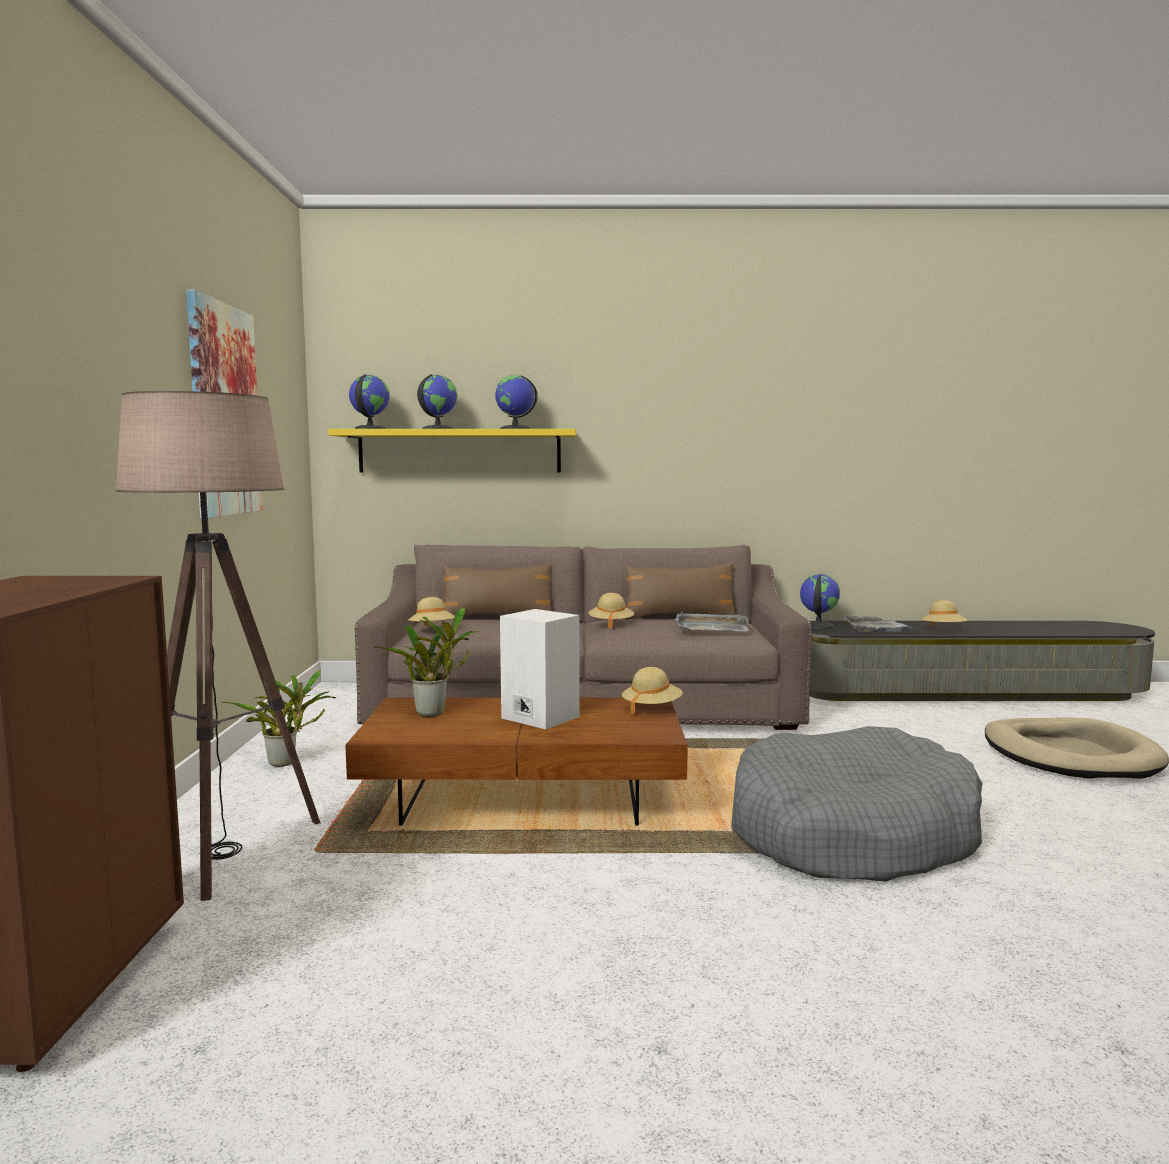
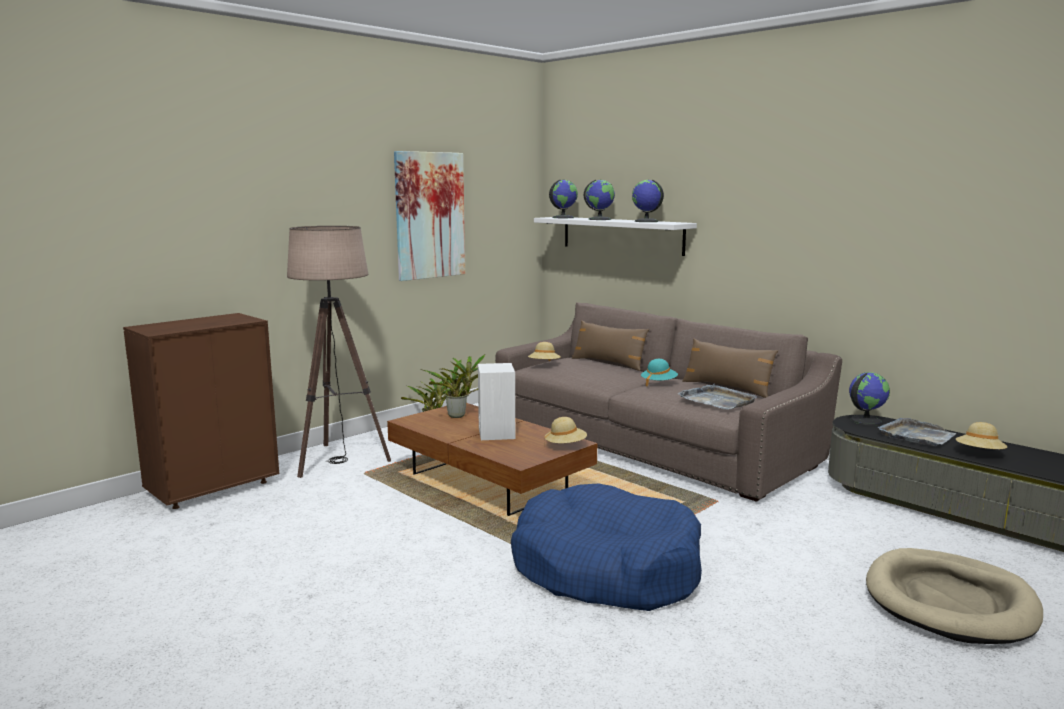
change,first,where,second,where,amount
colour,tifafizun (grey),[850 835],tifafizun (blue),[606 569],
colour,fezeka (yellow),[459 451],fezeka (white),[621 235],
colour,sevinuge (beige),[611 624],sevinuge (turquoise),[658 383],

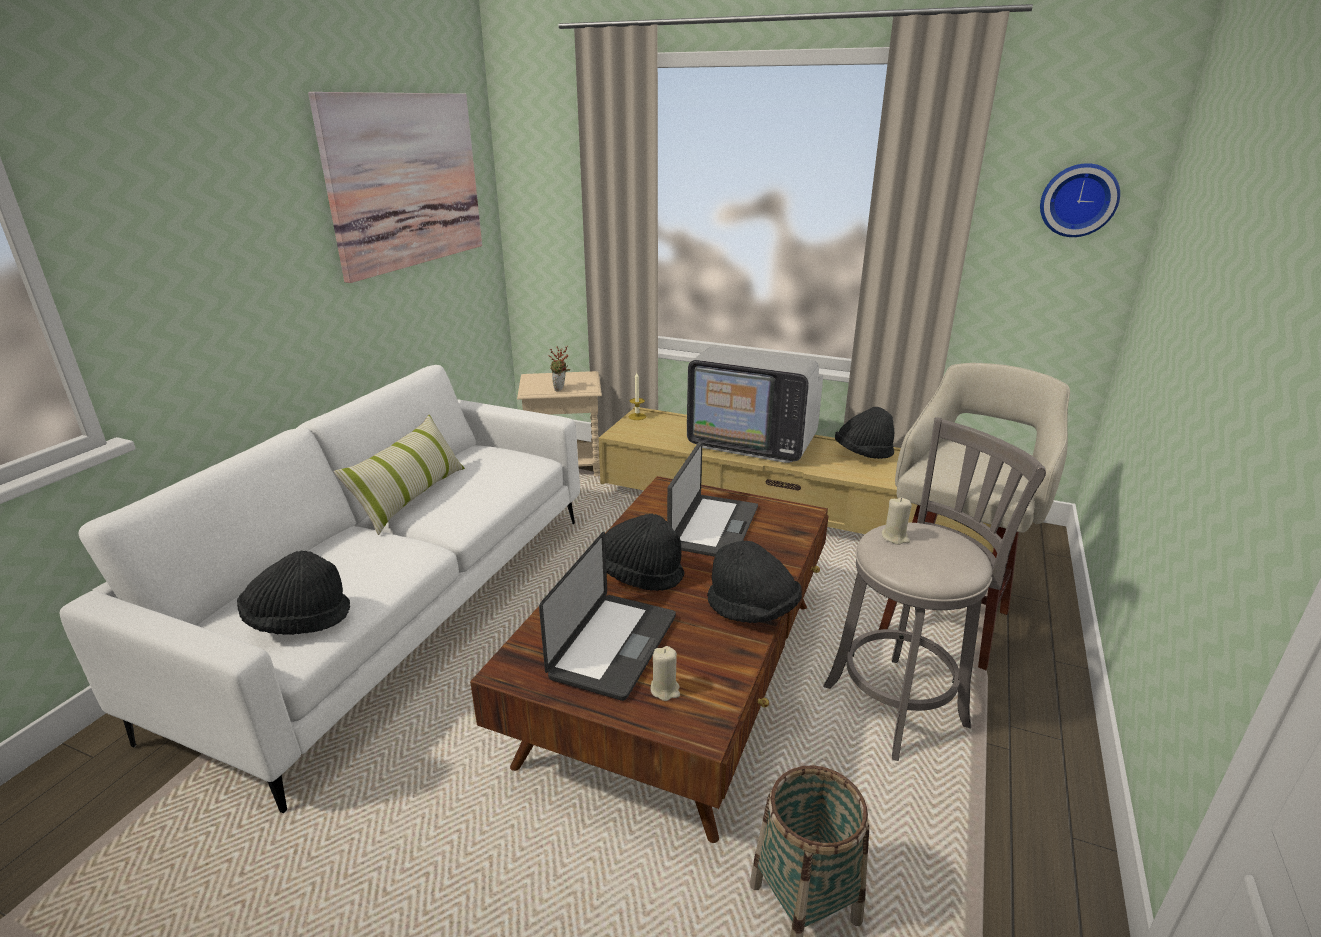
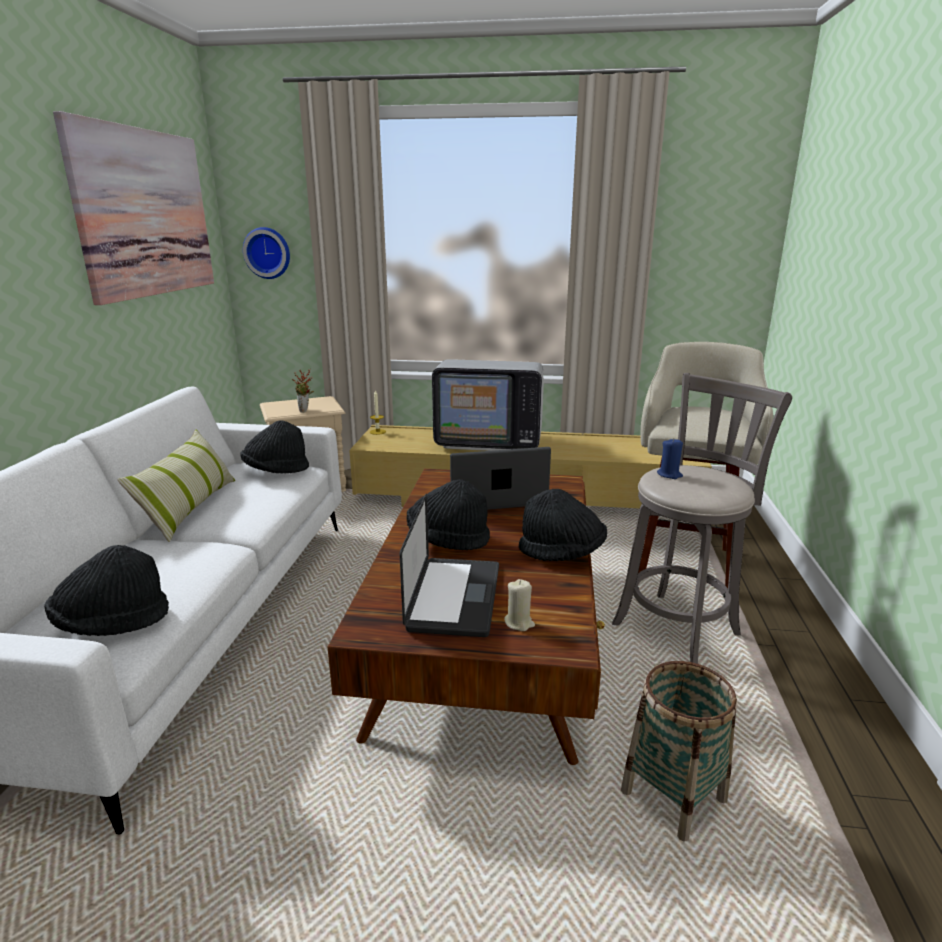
change,first,where,second,where,amount
relocated,sevinuge (black),[863 454],,[276 471],
relocated,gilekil,[1078 200],,[268 253],
spun,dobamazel,[712 526],,[493 498],105 degrees counterclockwise
colour,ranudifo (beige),[895 537],ranudifo (blue),[669 475],

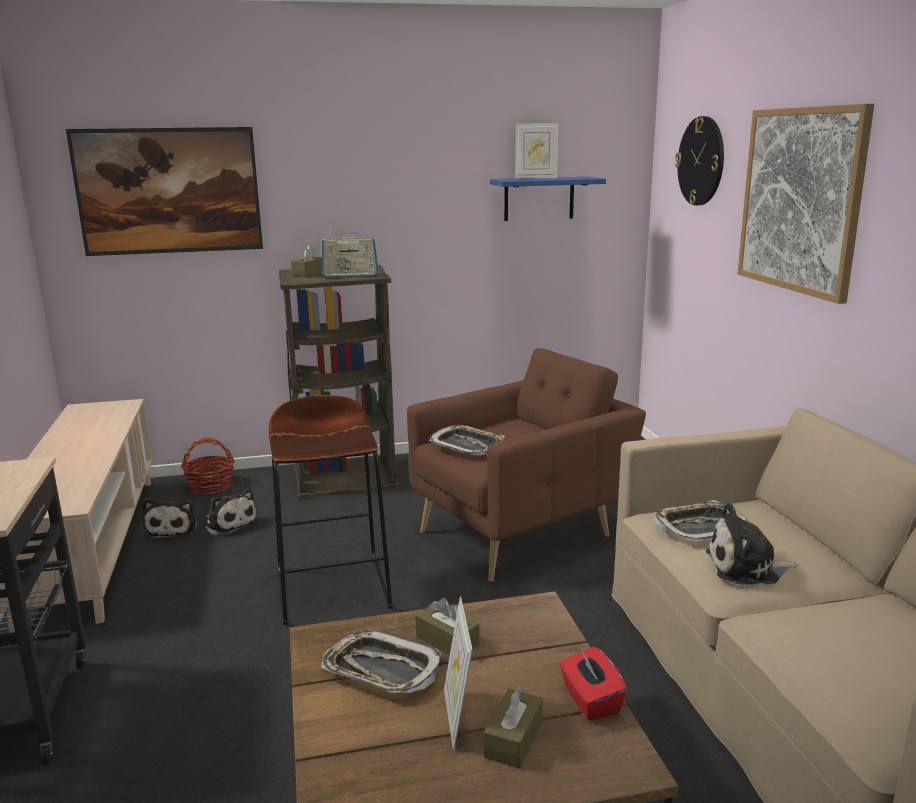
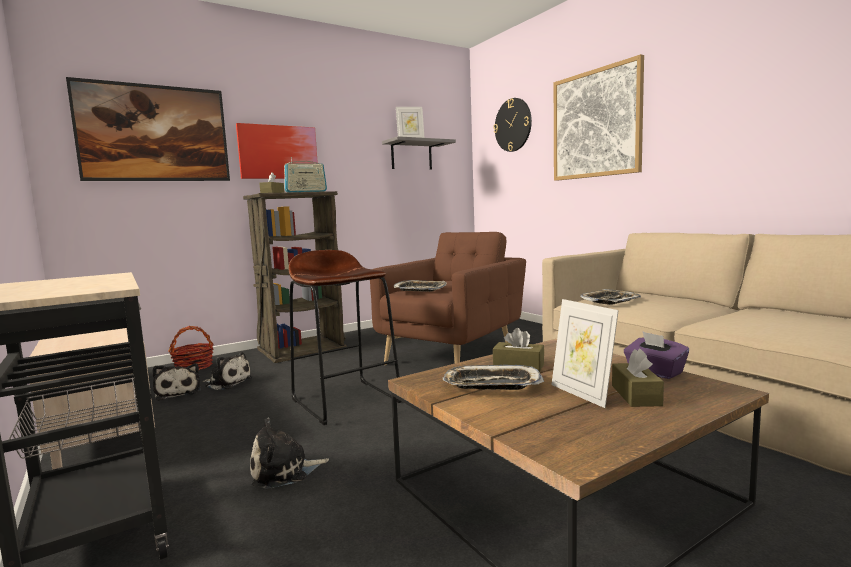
change,first,where,second,where,amount
appeared,,,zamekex,[278 152],
relocated,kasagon,[747 568],,[284 471],
colour,fezeka (blue),[539 198],fezeka (grey),[411 155],
colour,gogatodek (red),[590 701],gogatodek (purple),[654 372],

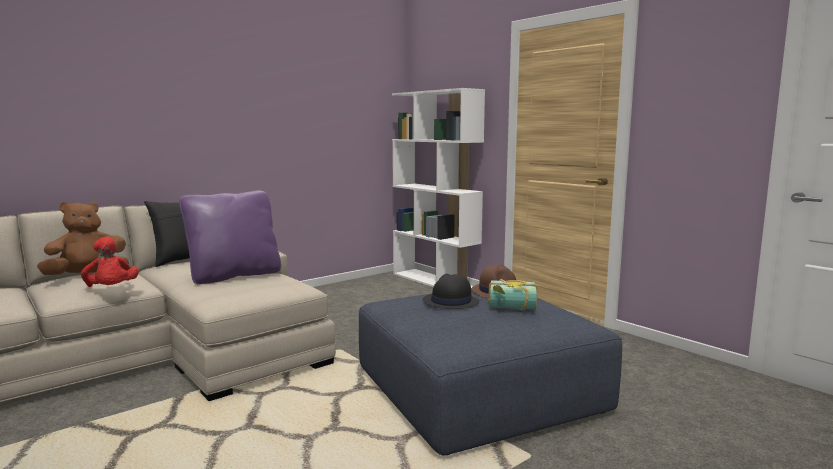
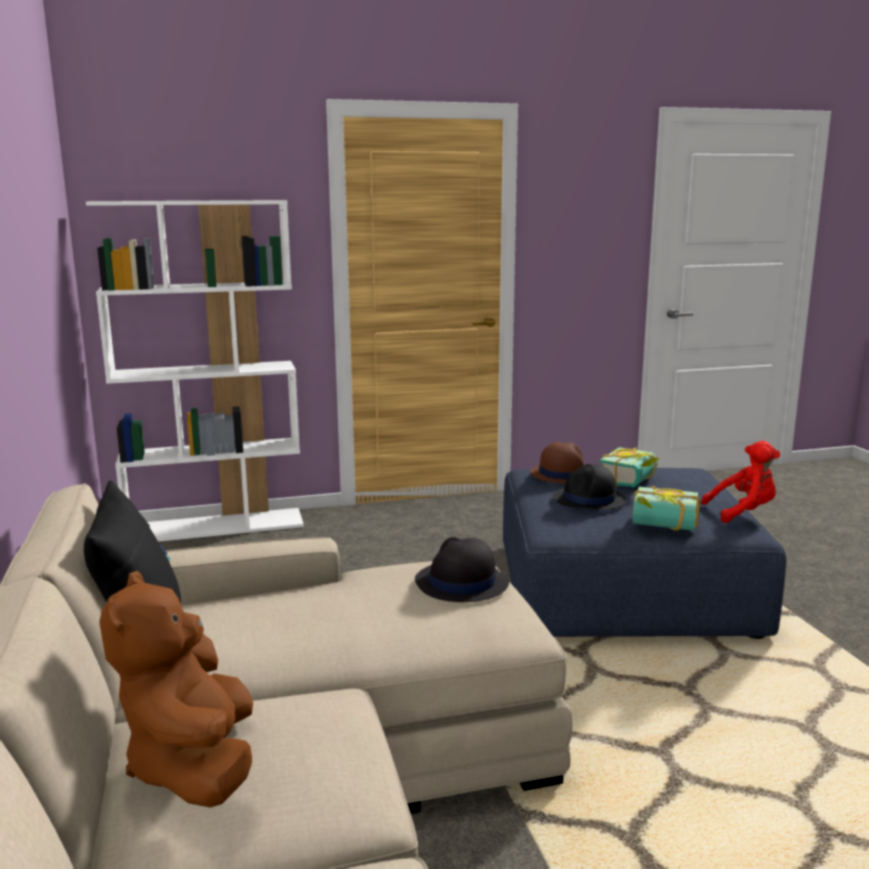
change,first,where,second,where,amount
appeared,,,sevinuge (black),[461 583],
appeared,,,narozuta,[663 527],
relocated,kasagon (red),[111 289],,[743 512],
missing,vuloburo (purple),[234 275],,,

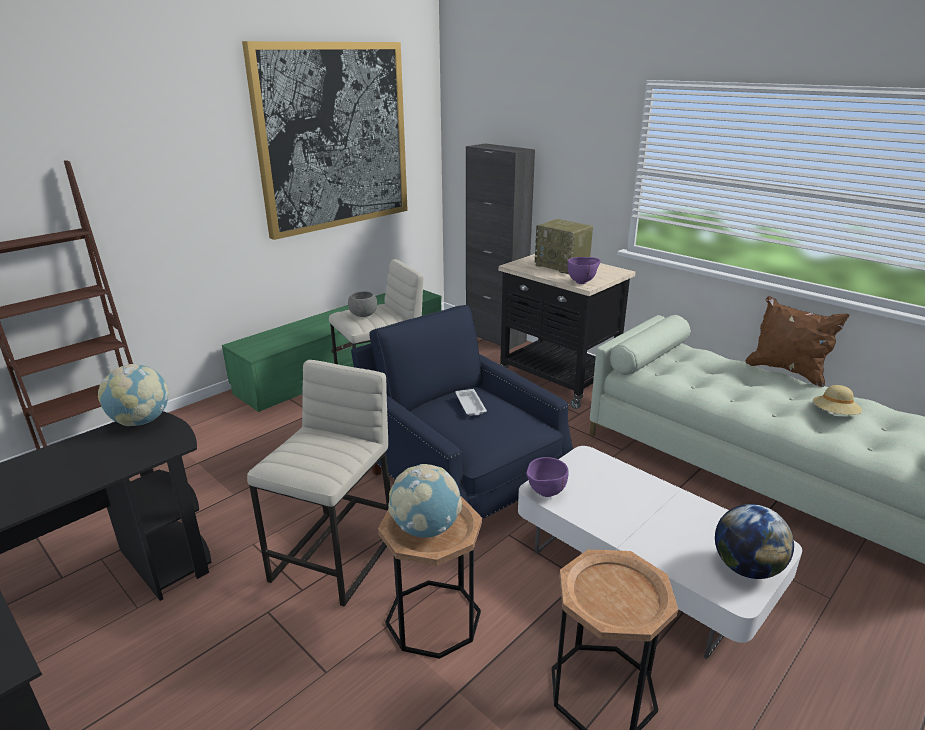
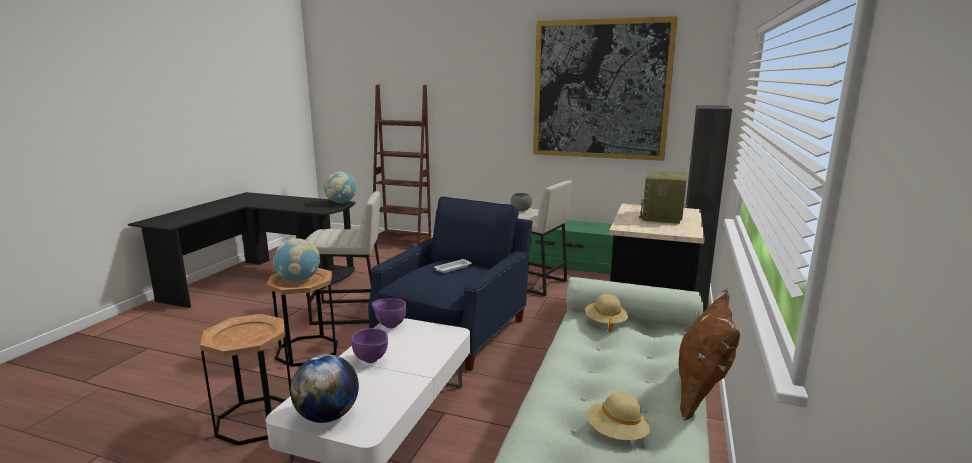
change,first,where,second,where,amount
relocated,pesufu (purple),[582 282],,[372 361],
appeared,,,sevinuge (beige),[605 322],

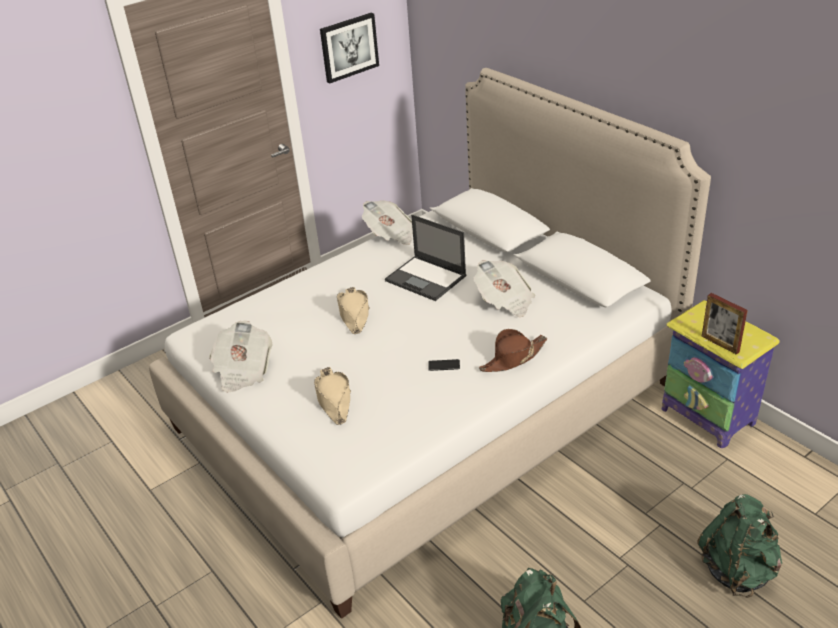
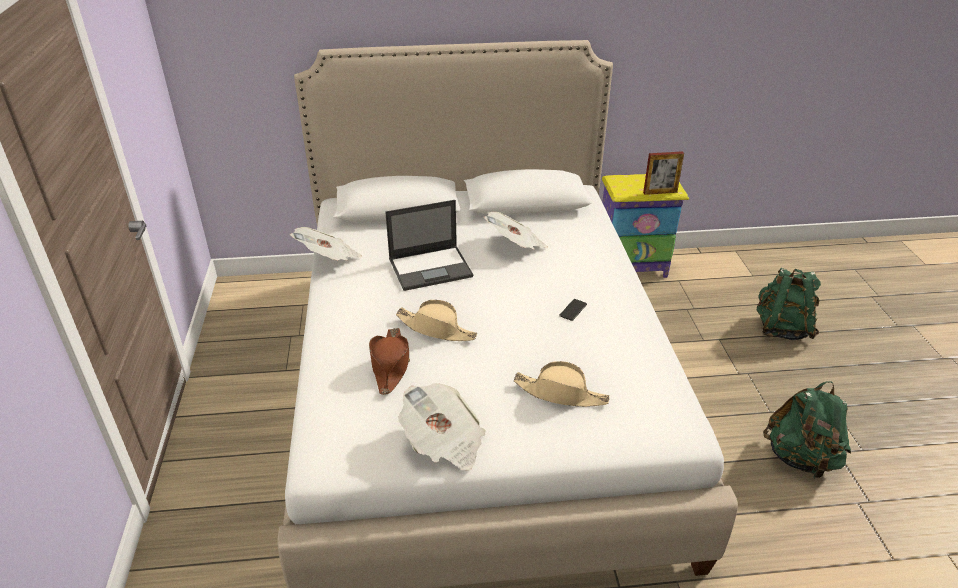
change,first,where,second,where,amount
relocated,sevinuge (brown),[513 358],,[390 365],
missing,zamekex,[349 47],,,

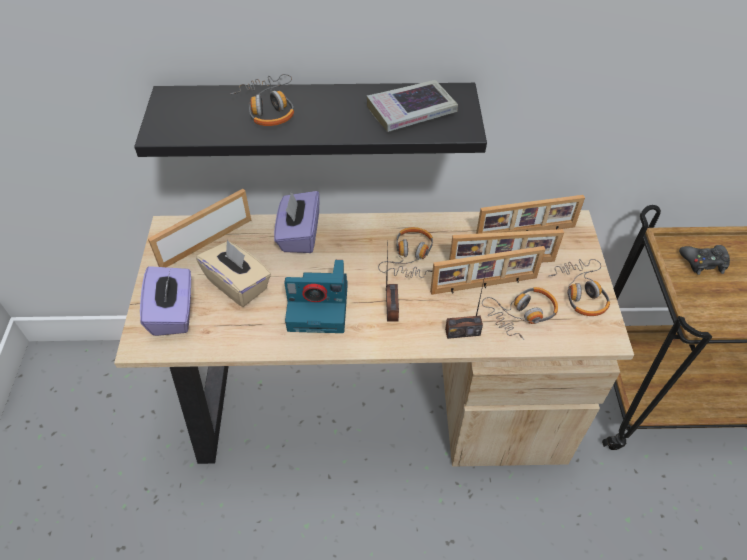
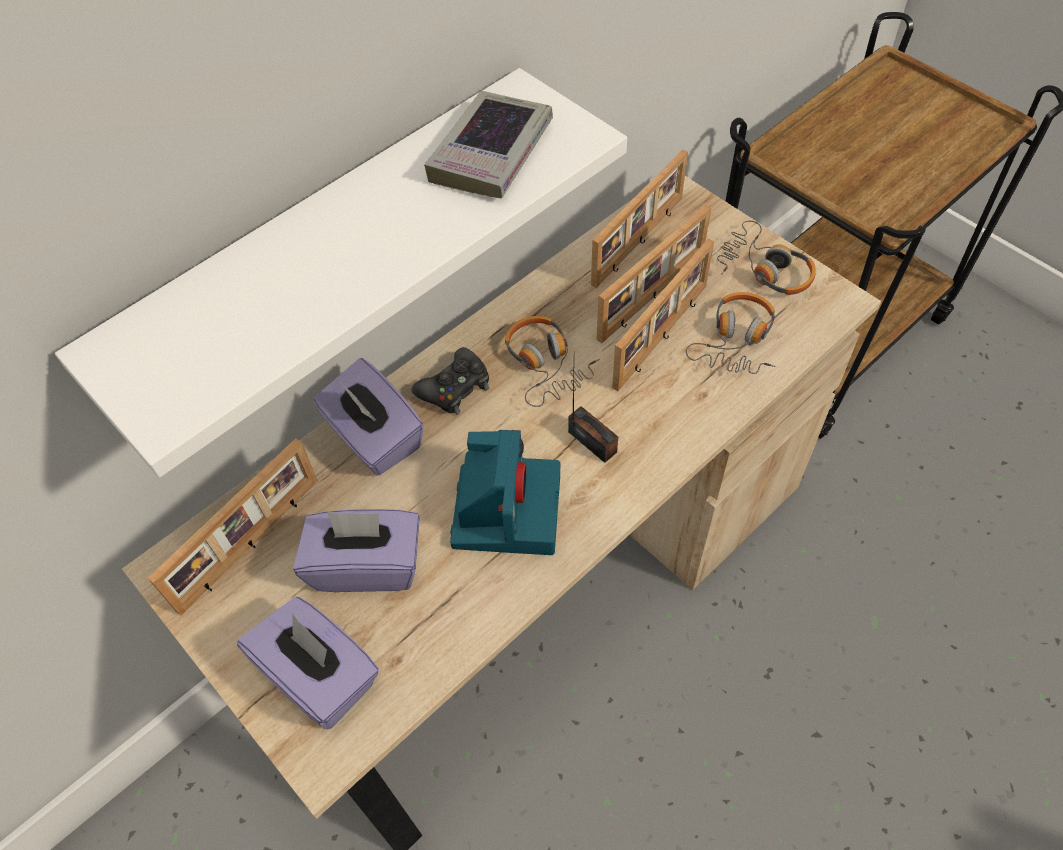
change,first,where,second,where,amount
colour,fezeka (black),[317 120],fezeka (white),[327 249],
spun,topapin,[205 242],,[251 545],150 degrees counterclockwise
colour,gogatodek (beige),[238 284],gogatodek (purple),[367 565],
relocated,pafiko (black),[703 262],,[455 388],
spun,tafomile,[320 306],,[506 508],45 degrees counterclockwise
missing,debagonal,[269 108],,,
missing,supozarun,[462 332],,,

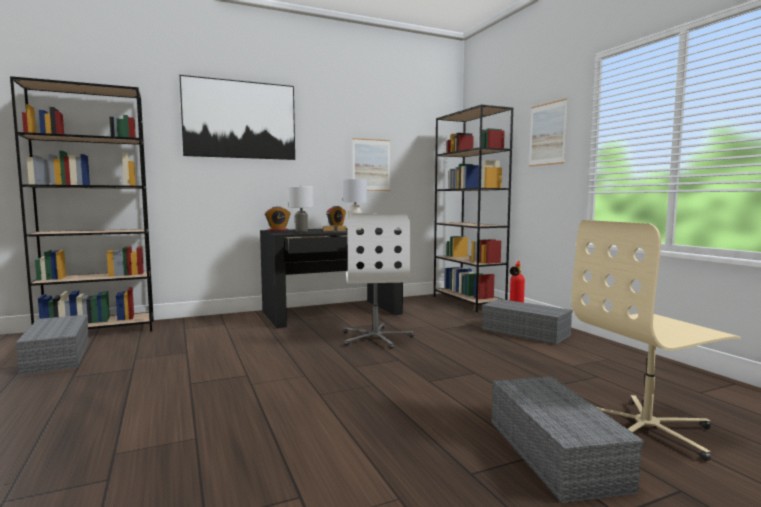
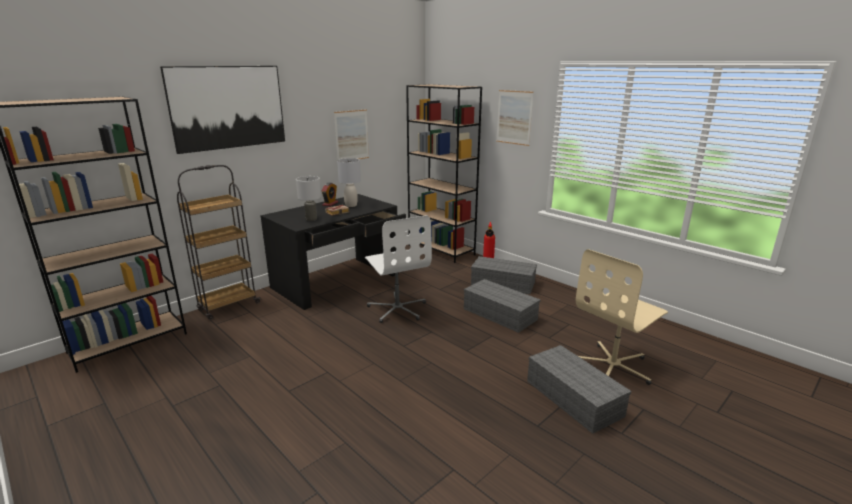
change,first,where,second,where,amount
appeared,,,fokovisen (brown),[228 307],
relocated,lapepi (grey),[56 356],,[498 314],
missing,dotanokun,[278 230],,,

